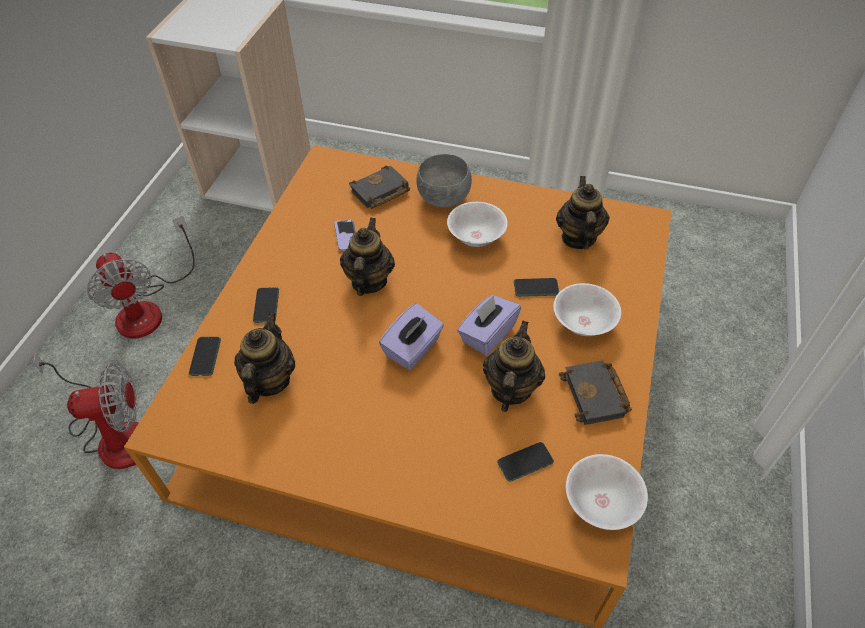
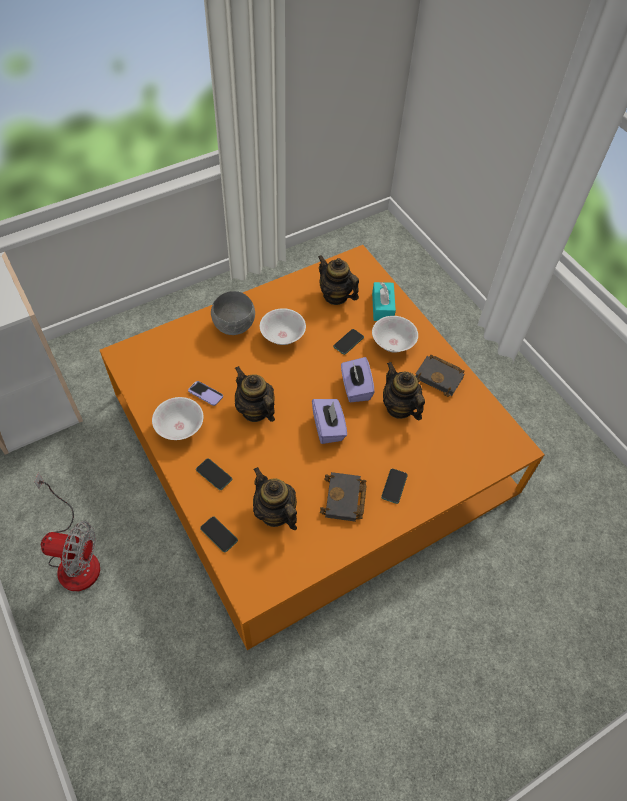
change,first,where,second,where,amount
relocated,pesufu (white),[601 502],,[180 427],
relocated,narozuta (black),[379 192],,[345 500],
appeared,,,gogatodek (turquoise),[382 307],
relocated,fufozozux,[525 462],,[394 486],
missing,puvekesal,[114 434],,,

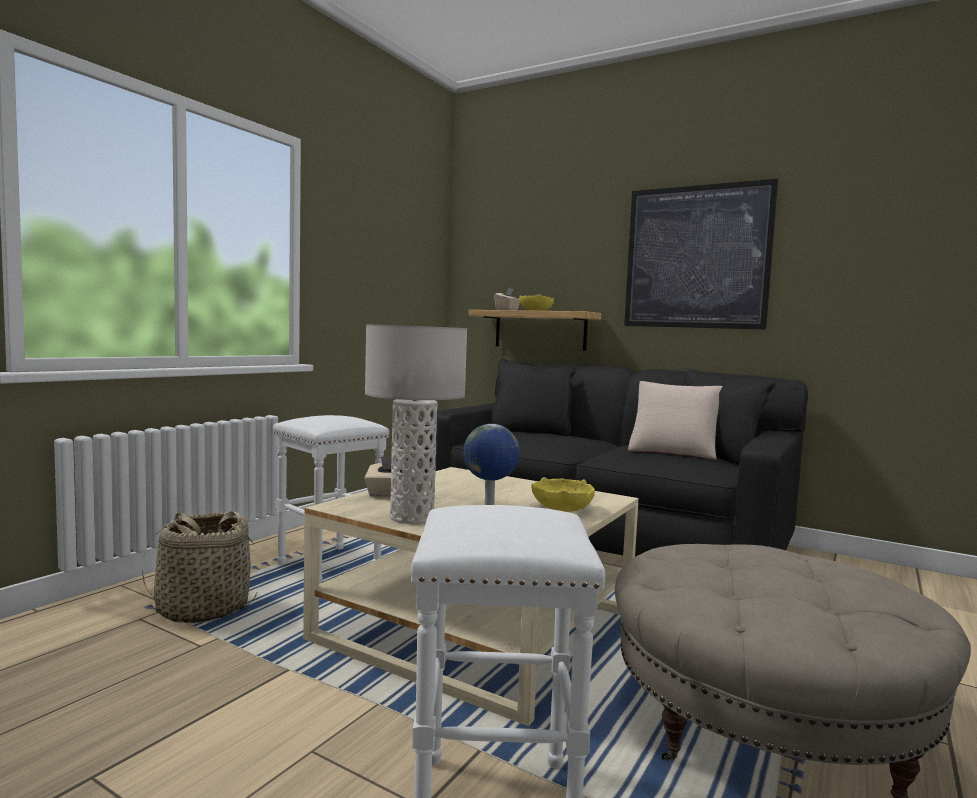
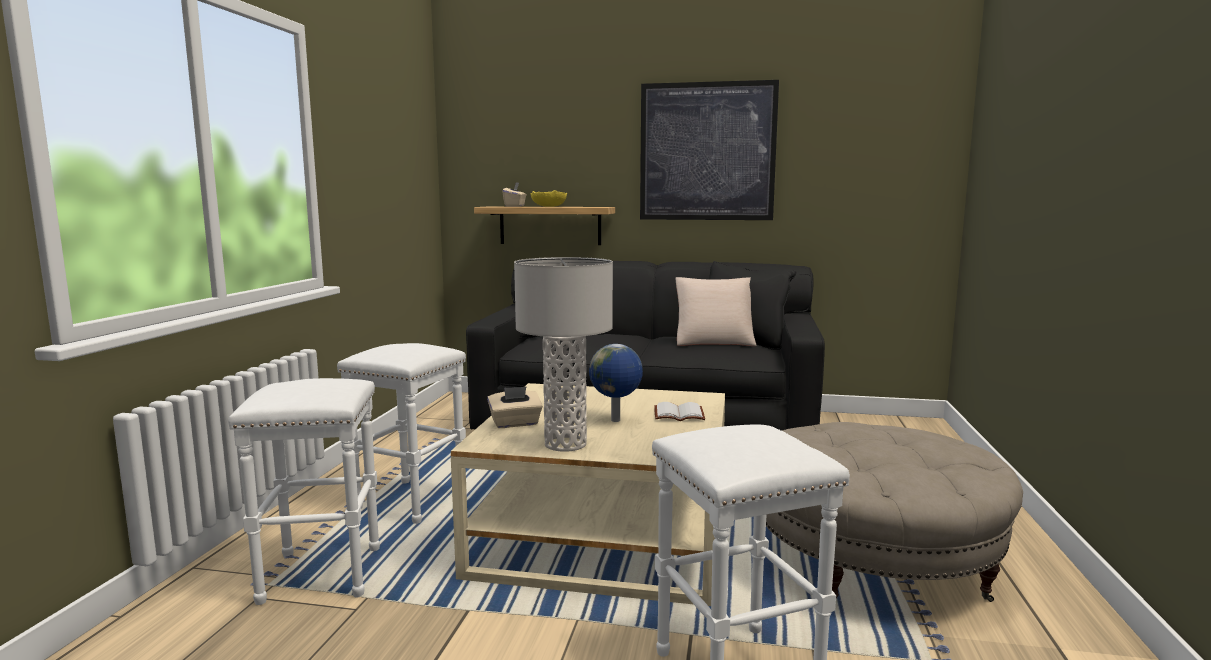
change,first,where,second,where,amount
exchanged,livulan,[202 609],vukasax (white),[319 573],
exchanged,pesufu (yellow),[563 509],narozuta (white),[679 414],

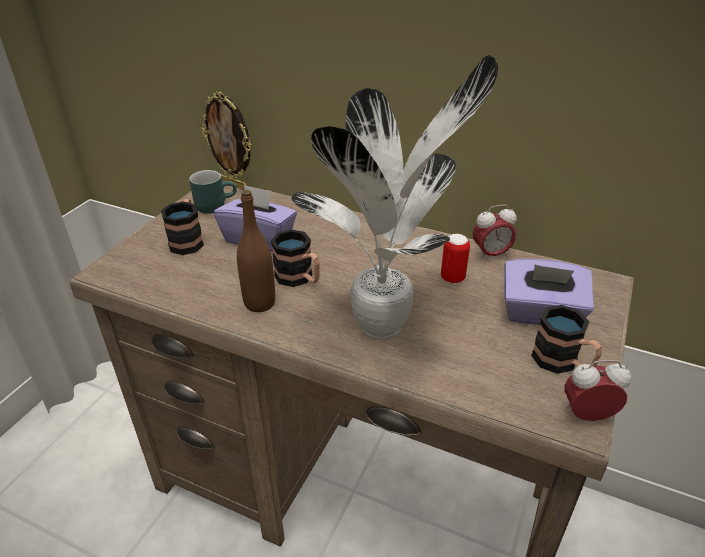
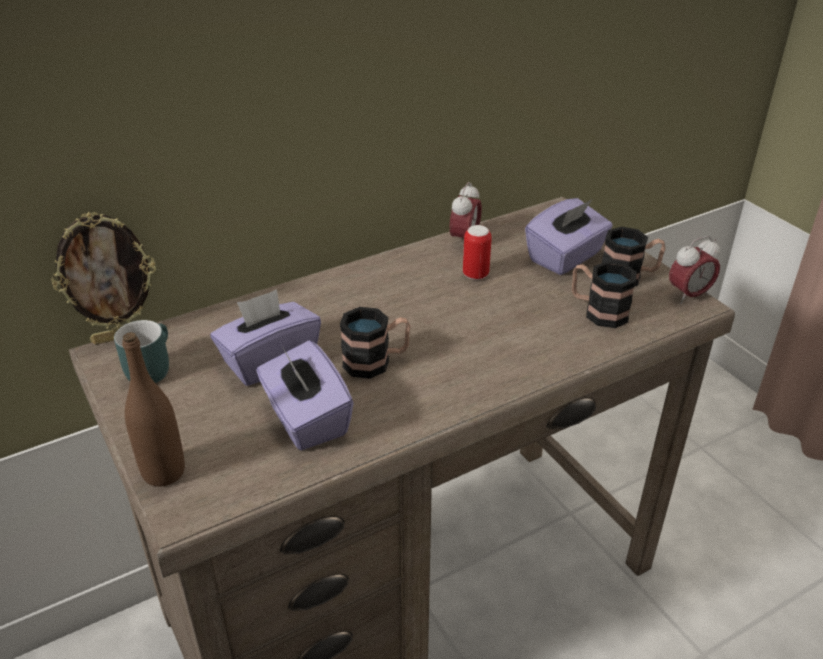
change,first,where,second,where,amount
relocated,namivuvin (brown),[259 303],,[164 472],
appeared,,,gogatodek (purple),[306 419],
relocated,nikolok,[188 240],,[598 311],
spun,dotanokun,[587 415],,[689 295],150 degrees counterclockwise
missing,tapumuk,[385 326],,,

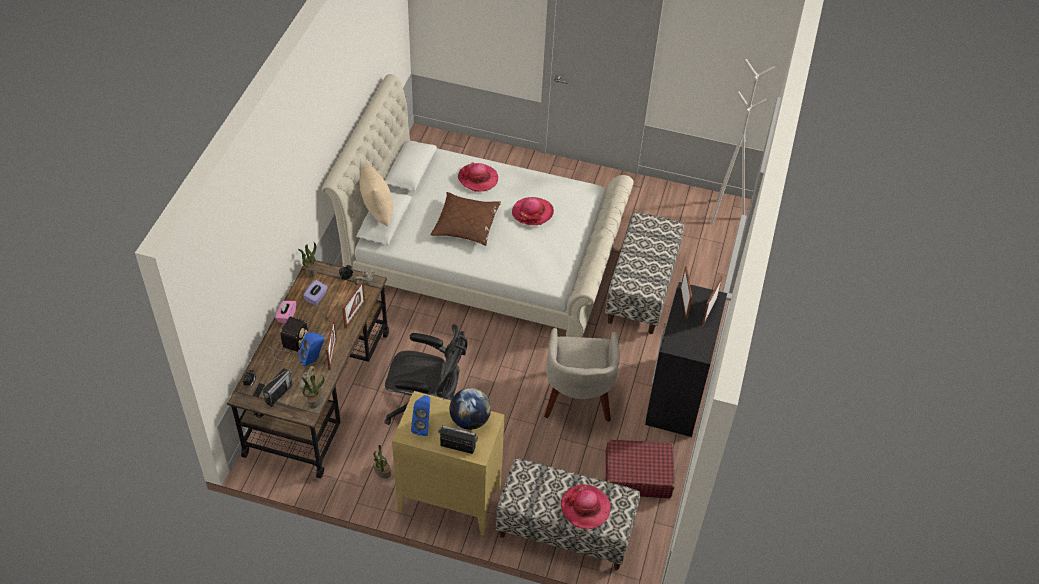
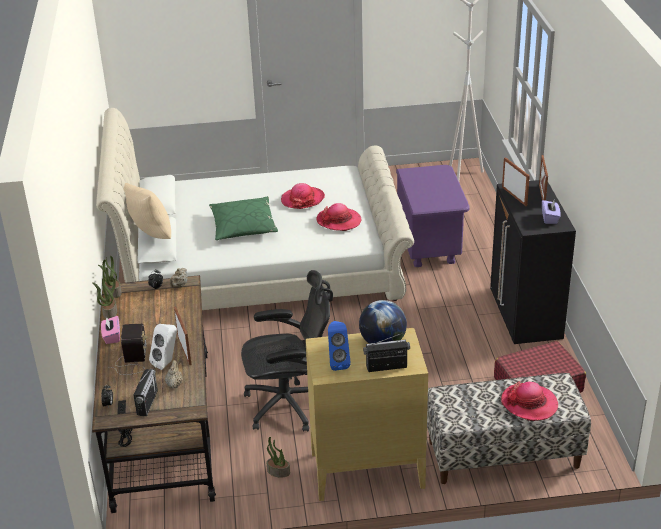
change,first,where,second,where,amount
relocated,tapumuk,[315 399],,[109 312],
colour,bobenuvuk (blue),[313 360],bobenuvuk (white),[167 362],
colour,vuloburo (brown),[466 224],vuloburo (green),[243 226],
relocated,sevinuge,[478 178],,[339 221],
exchanged,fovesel,[641 289],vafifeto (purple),[431 246],
relocated,gogatodek (purple),[316 297],,[550 218],
missing,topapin,[355 314],,,
missing,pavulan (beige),[577 399],,,

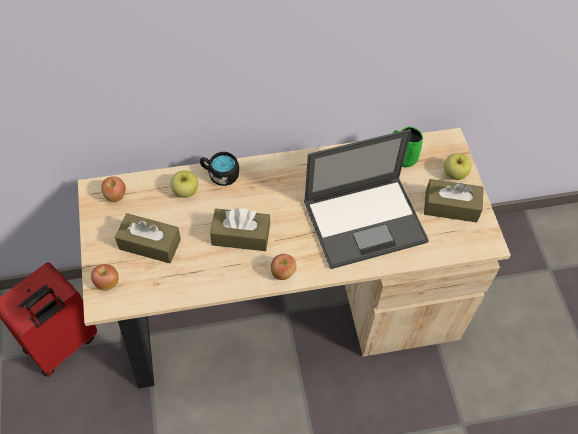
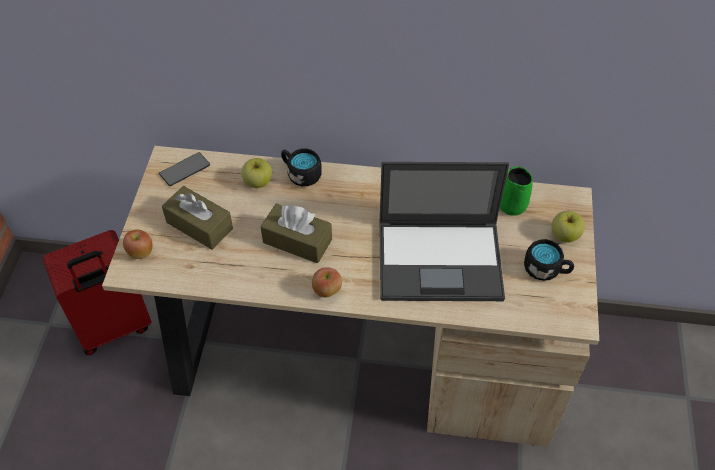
change,first,where,second,where,amount
exchanged,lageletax,[115 196],fufozozux,[185 170],
exchanged,gogatodek (brown),[451 207],nikolok (black),[546 270],

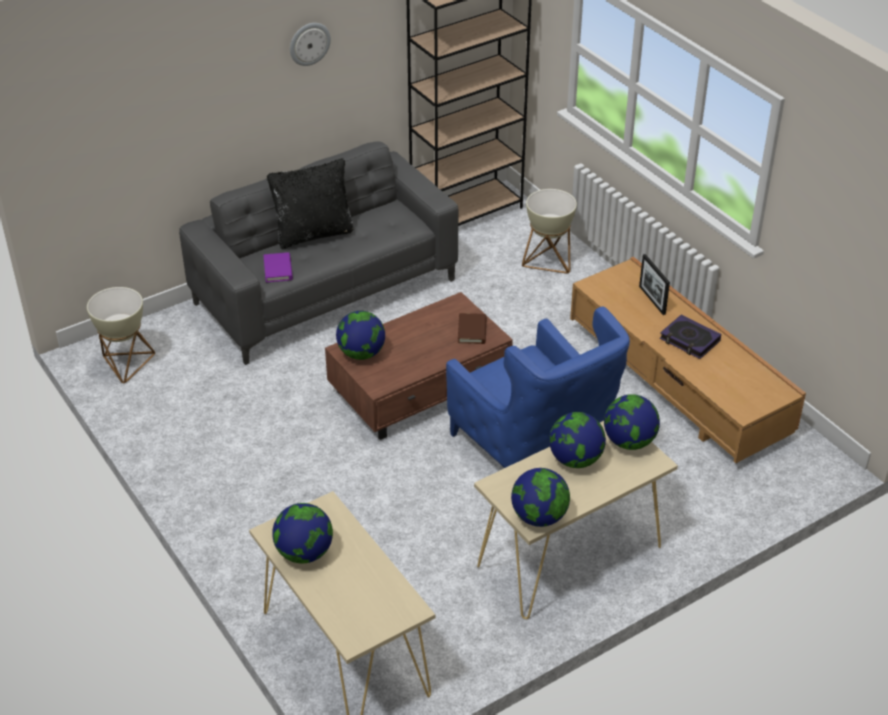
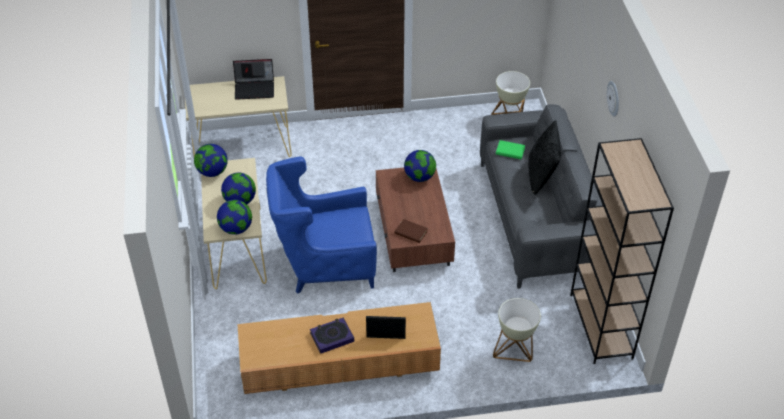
change,first,where,second,where,amount
exchanged,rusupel,[304 553],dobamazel,[255 88],
colour,narozuta (purple),[278 269],narozuta (green),[510 151],

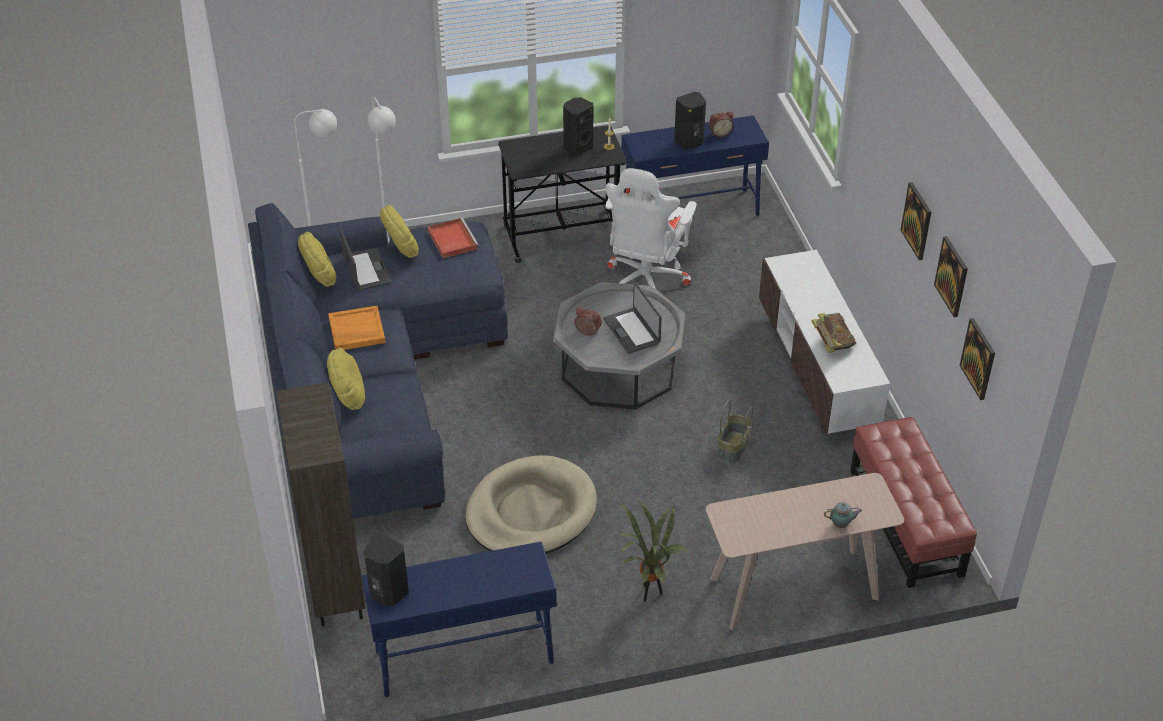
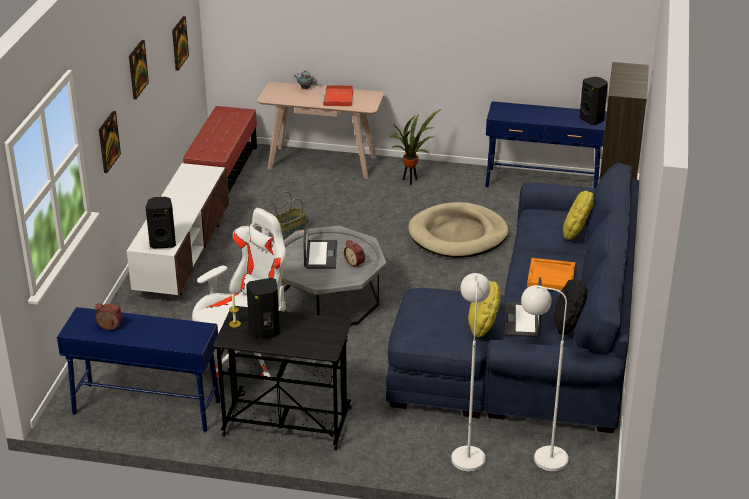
change,first,where,second,where,amount
relocated,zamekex,[952 276],,[108 141],
relocated,bobenuvuk (black),[689 142],,[163 243],
relocated,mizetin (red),[451 239],,[338 98],
colour,vuloburo (yellow),[319 279],vuloburo (black),[568 326],
missing,narozuta,[831 344],,,

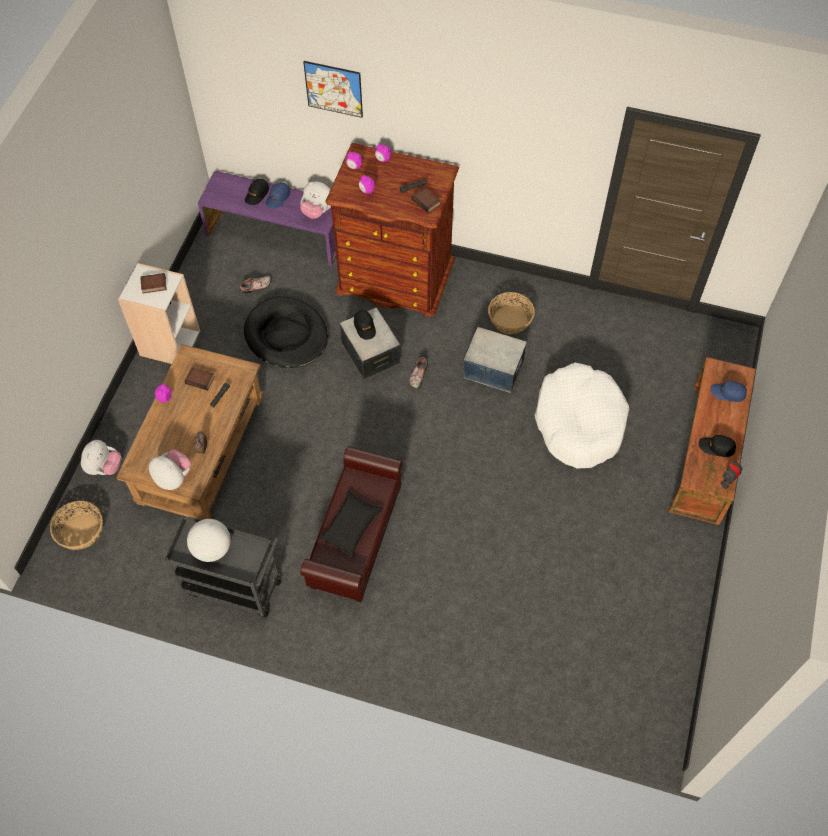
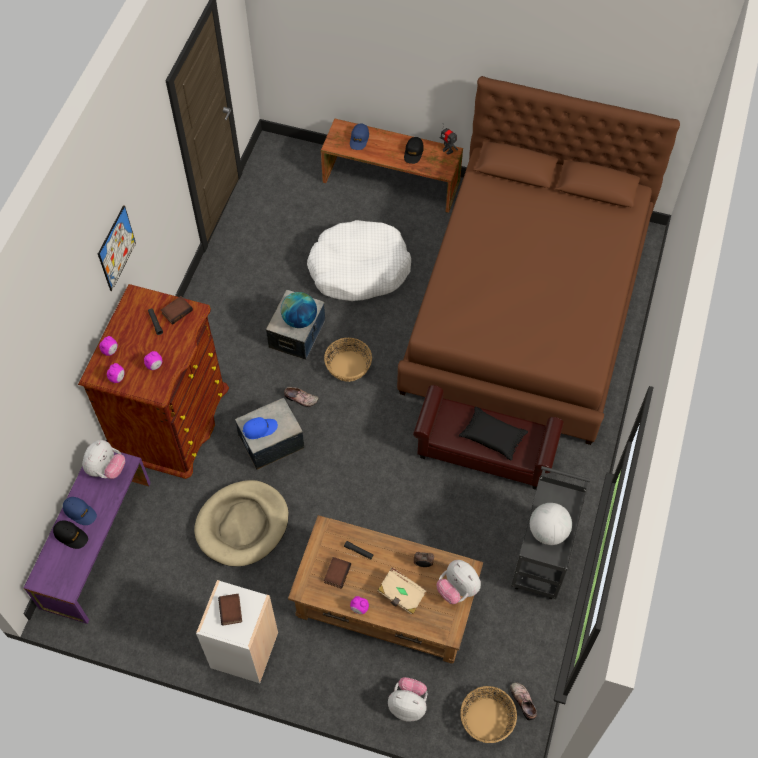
change,first,where,second,where,amount
relocated,zamekex,[333 89],,[116 248],
colour,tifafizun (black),[286 335],tifafizun (beige),[242 525],
colour,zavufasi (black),[365 327],zavufasi (blue),[260 429],
appeared,,,rusupel,[299 320],
relocated,livulan,[509 320],,[348 366],
appeared,,,narozuta (beige),[401 595],
appeared,,,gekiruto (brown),[527 306],
spun,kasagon,[174 477],,[457 589],75 degrees counterclockwise
relocated,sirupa,[256 287],,[524 701],

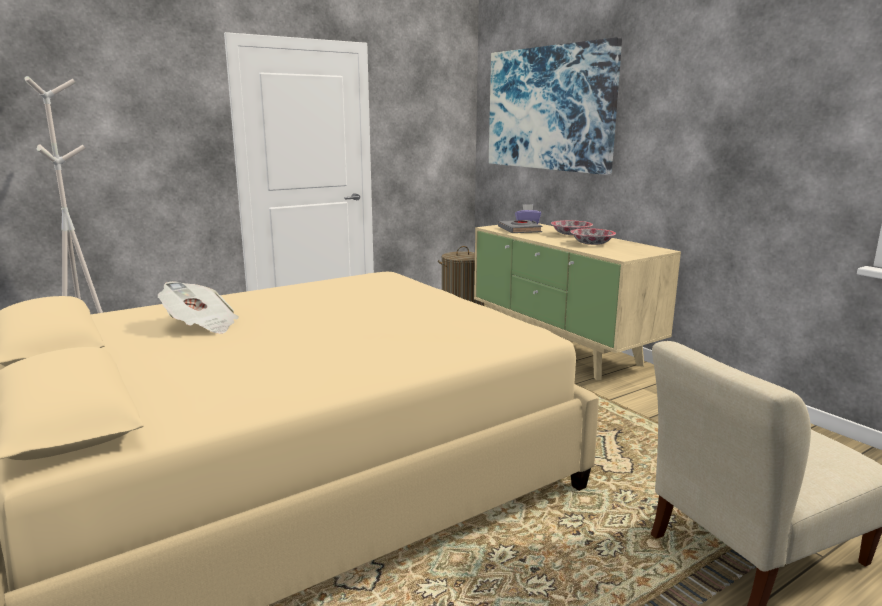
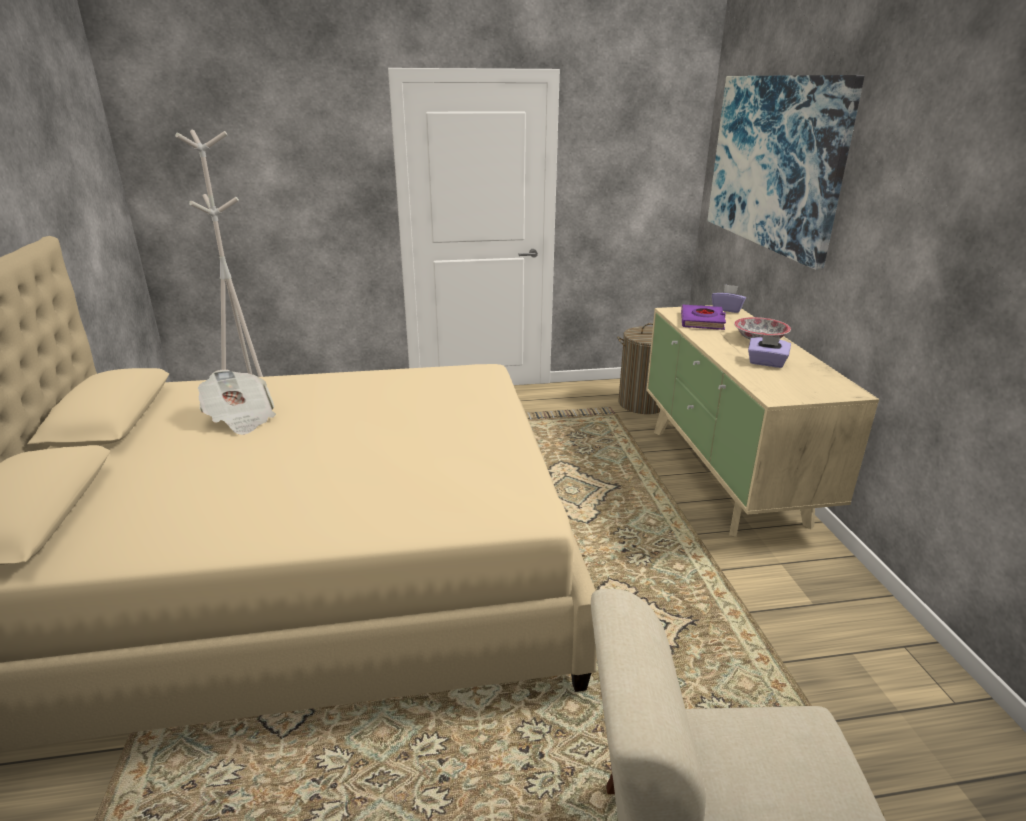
change,first,where,second,where,amount
colour,narozuta (grey),[519 230],narozuta (purple),[702 321],
exchanged,pesufu,[592 244],gogatodek (purple),[766 363],

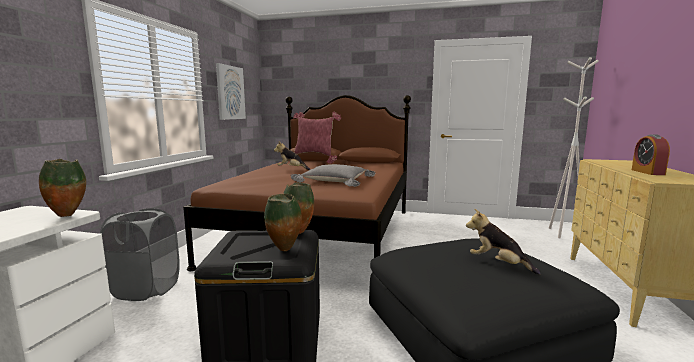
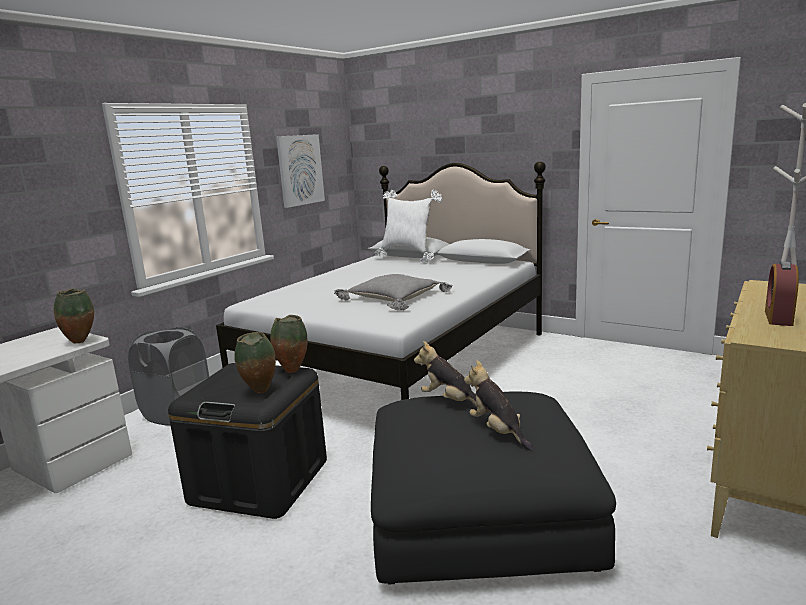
change,first,where,second,where,amount
colour,gekiruto (brown),[321 235],gekiruto (white),[398 362],
colour,vuloburo (red),[315 161],vuloburo (white),[409 259],
relocated,kasagon,[291 169],,[450 401],

